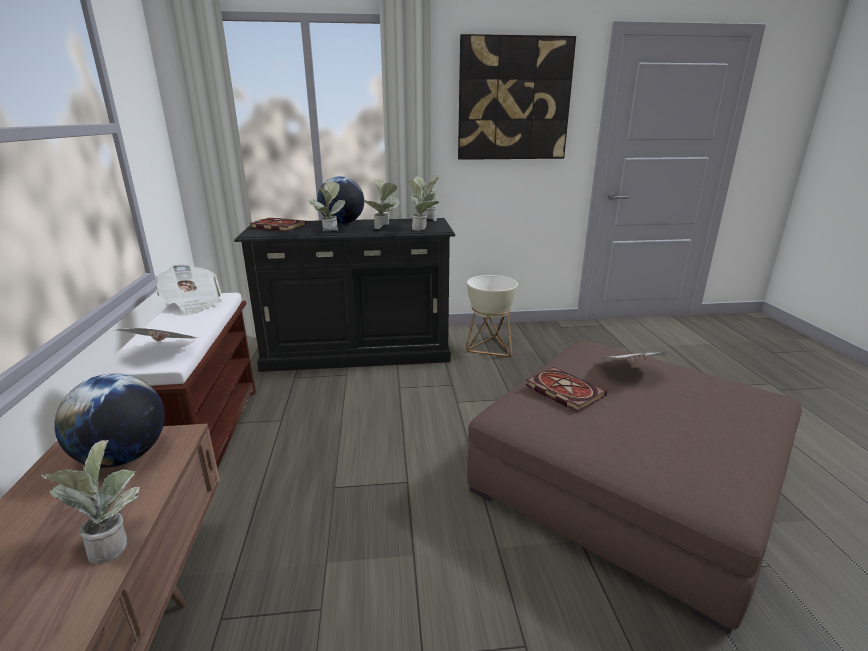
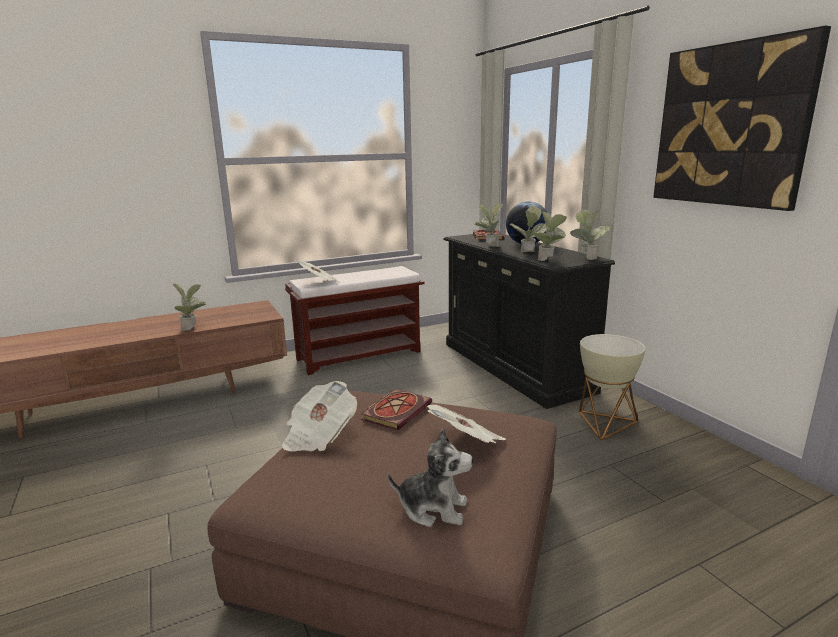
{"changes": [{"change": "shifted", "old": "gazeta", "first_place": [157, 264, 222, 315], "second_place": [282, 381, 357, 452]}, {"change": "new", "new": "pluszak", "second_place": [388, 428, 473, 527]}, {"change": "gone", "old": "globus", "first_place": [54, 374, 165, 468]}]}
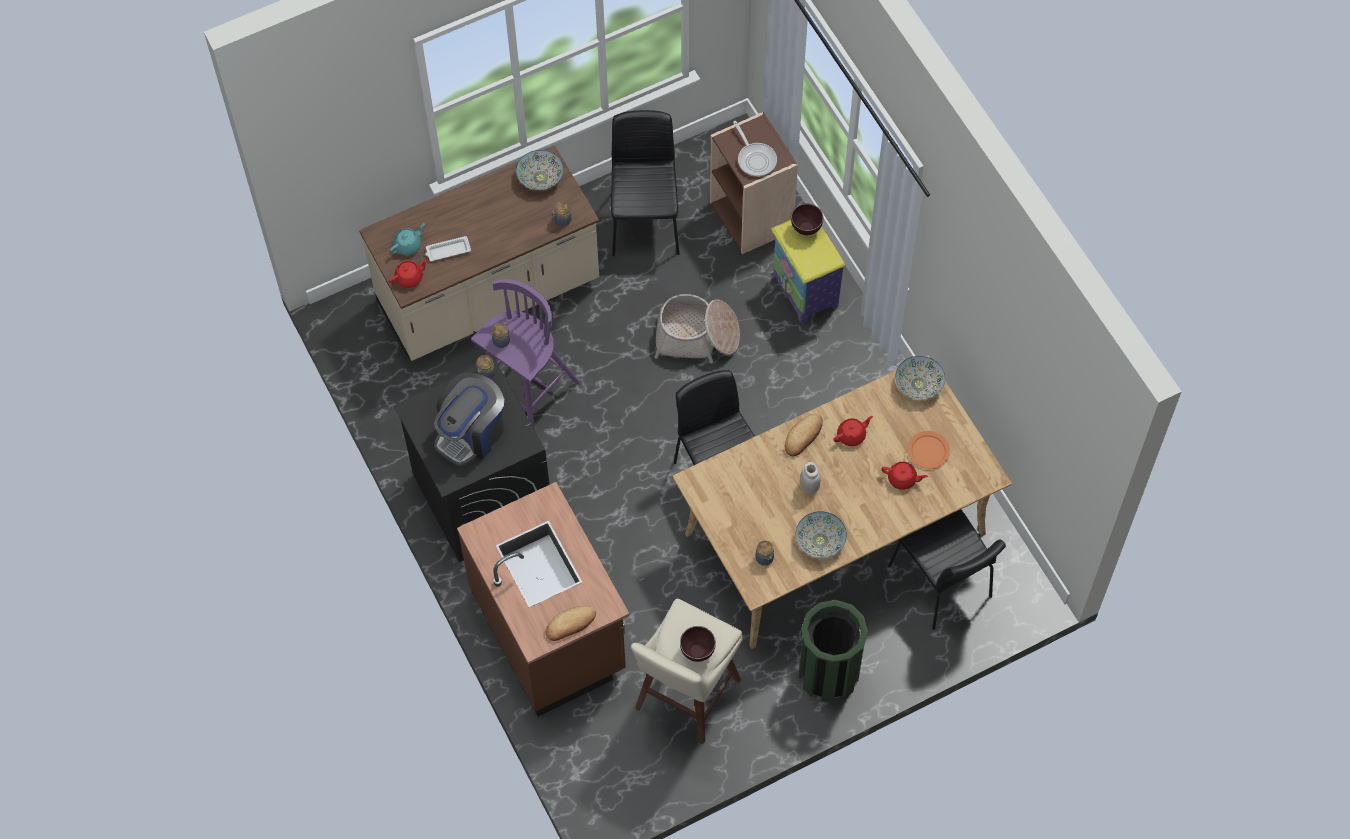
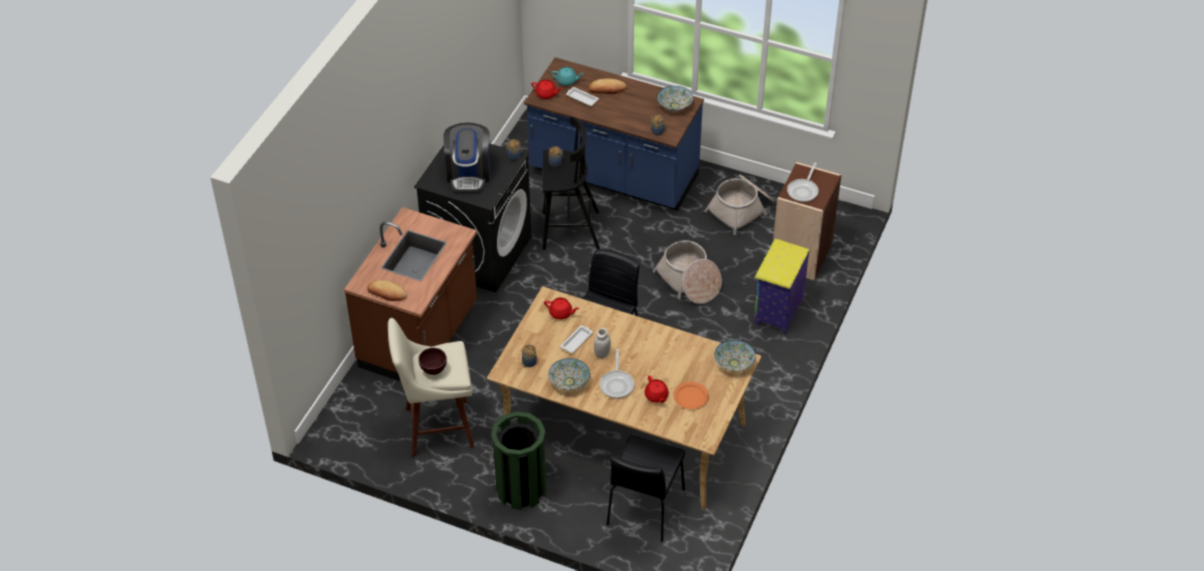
{"changes": [{"change": "rotated", "old": "ekspres do kawy", "first_place": [434, 372, 505, 466], "second_place": [443, 123, 490, 192], "degrees": -90}, {"change": "repainted", "old": "zabudowa kuchenna (beżowy)", "new": "zabudowa kuchenna (niebieski)", "first_place": [359, 146, 599, 361], "second_place": [524, 57, 704, 211]}, {"change": "repainted", "old": "stołek (fioletowy)", "new": "stołek (czarny)", "first_place": [471, 279, 580, 431], "second_place": [542, 117, 600, 250]}, {"change": "shifted", "old": "imbryk (czerwony)", "first_place": [833, 416, 873, 446], "second_place": [544, 298, 579, 319]}, {"change": "new", "new": "taca (biały)", "second_place": [560, 325, 593, 354]}, {"change": "shifted", "old": "chleb", "first_place": [785, 414, 823, 456], "second_place": [588, 79, 626, 94]}, {"change": "new", "new": "patelnia", "second_place": [600, 349, 634, 398]}, {"change": "swapped", "old": "krzesło (czarny)", "new": "koszyk", "first_place": [611, 110, 680, 257], "second_place": [704, 175, 774, 235]}, {"change": "gone", "old": "miska (brązowy)", "first_place": [791, 204, 823, 235]}]}
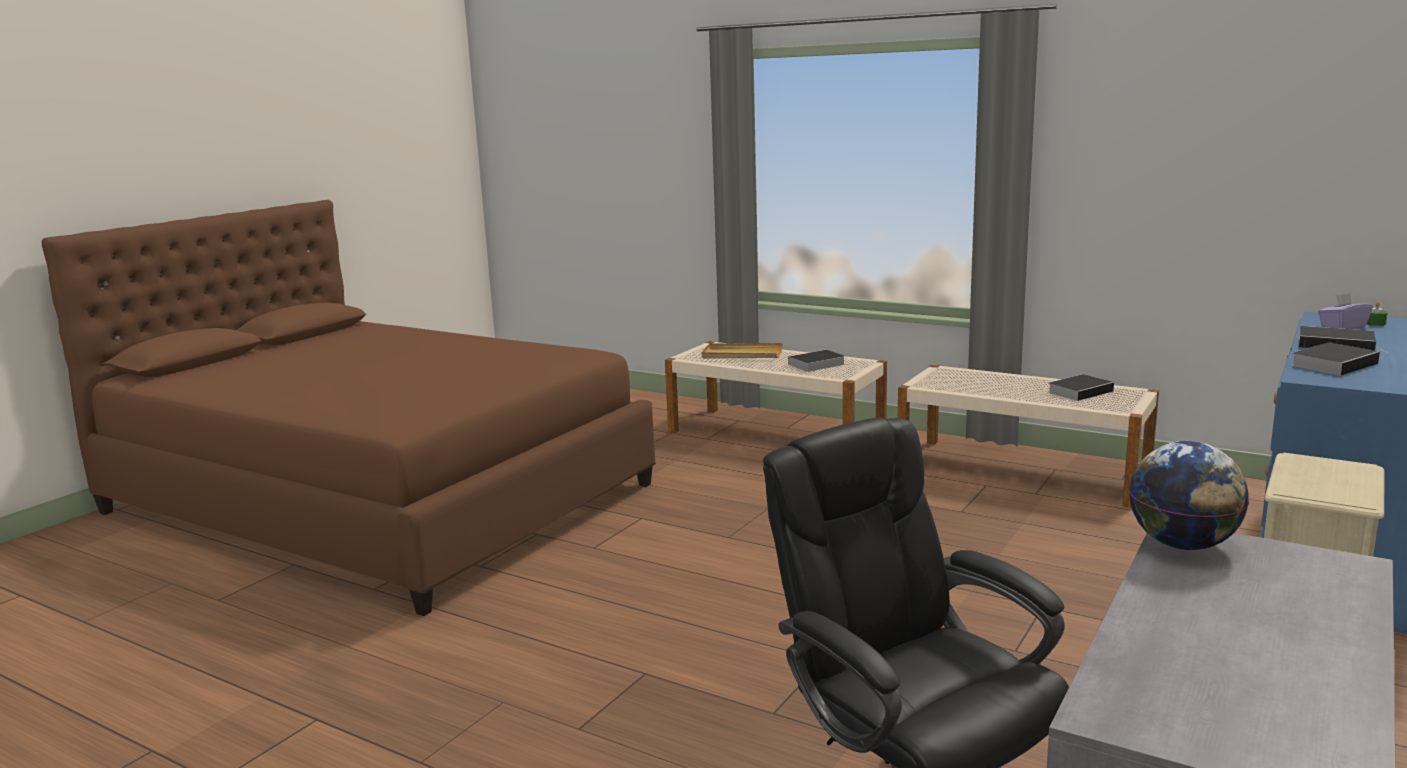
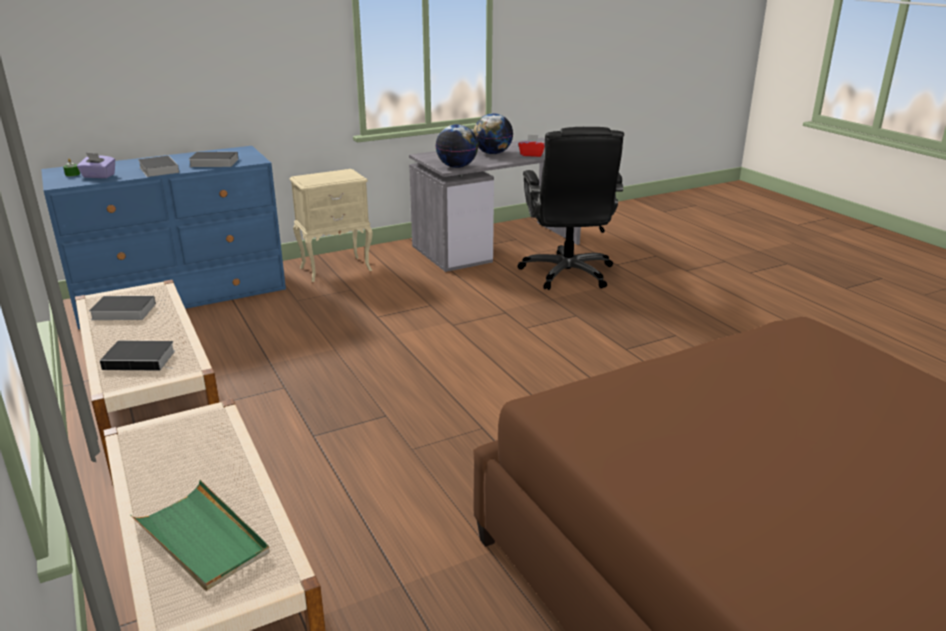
{"changes": [{"change": "shifted", "old": "książka", "first_place": [782, 350, 845, 372], "second_place": [100, 341, 175, 371]}, {"change": "repainted", "old": "taca (beżowy)", "new": "taca (zielony)", "first_place": [702, 343, 783, 359], "second_place": [130, 480, 270, 591]}, {"change": "new", "new": "globus", "second_place": [473, 113, 513, 154]}, {"change": "new", "new": "pudełko chusteczek (czerwony)", "second_place": [519, 134, 545, 157]}]}
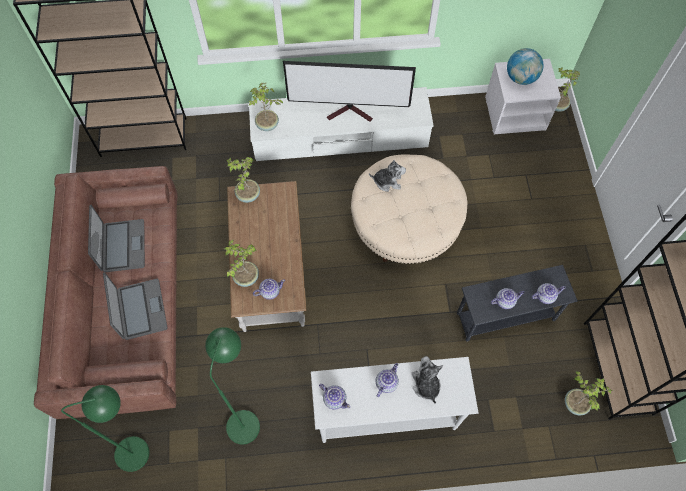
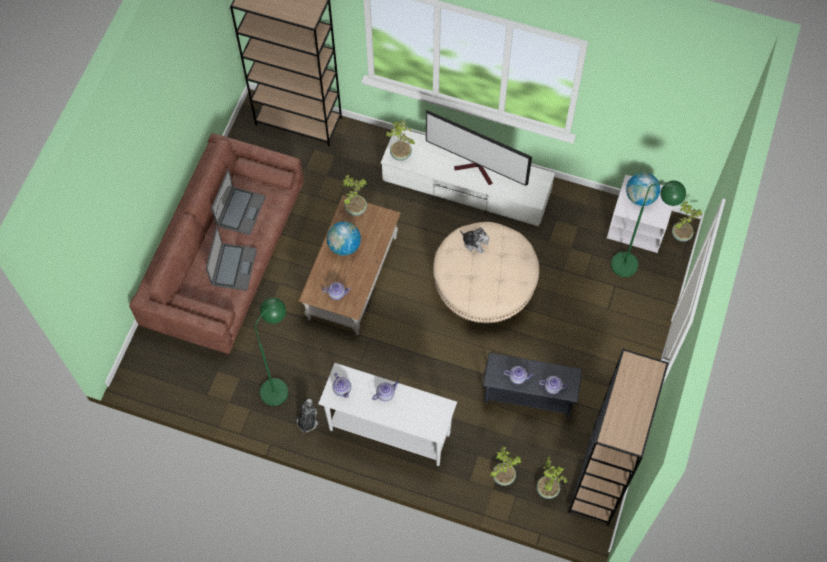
{"changes": [{"change": "shifted", "old": "pluszak", "first_place": [412, 356, 443, 404], "second_place": [297, 399, 318, 434]}, {"change": "new", "new": "globus", "second_place": [327, 221, 361, 256]}, {"change": "shifted", "old": "roślina doniczkowa", "first_place": [224, 240, 259, 287], "second_place": [490, 446, 521, 486]}, {"change": "shifted", "old": "lampa stojąca (zielony)", "first_place": [61, 385, 150, 472], "second_place": [611, 181, 686, 277]}]}
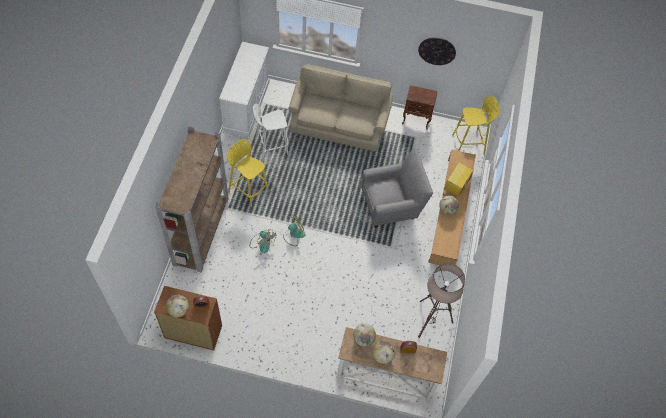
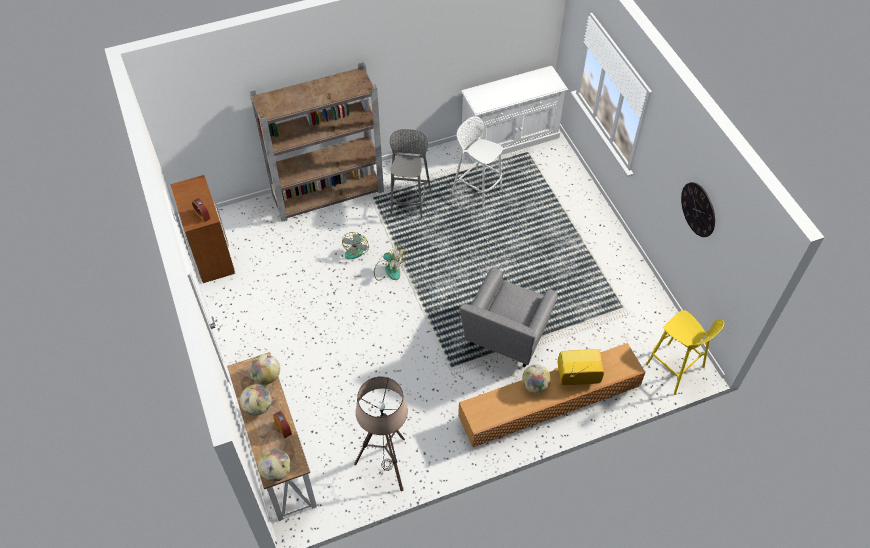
{"changes": [{"change": "shifted", "old": "globus", "first_place": [166, 295, 189, 317], "second_place": [258, 449, 291, 482]}, {"change": "repainted", "old": "stołek (żółty)", "new": "stołek (szary)", "first_place": [227, 140, 269, 207], "second_place": [390, 129, 432, 218]}, {"change": "rotated", "old": "fotel (szary)", "first_place": [361, 148, 433, 228], "second_place": [459, 268, 558, 367], "degrees": 75}, {"change": "gone", "old": "kanapa (beżowy)", "first_place": [288, 64, 392, 152]}, {"change": "gone", "old": "szafka nocna (brązowy)", "first_place": [402, 85, 438, 130]}]}
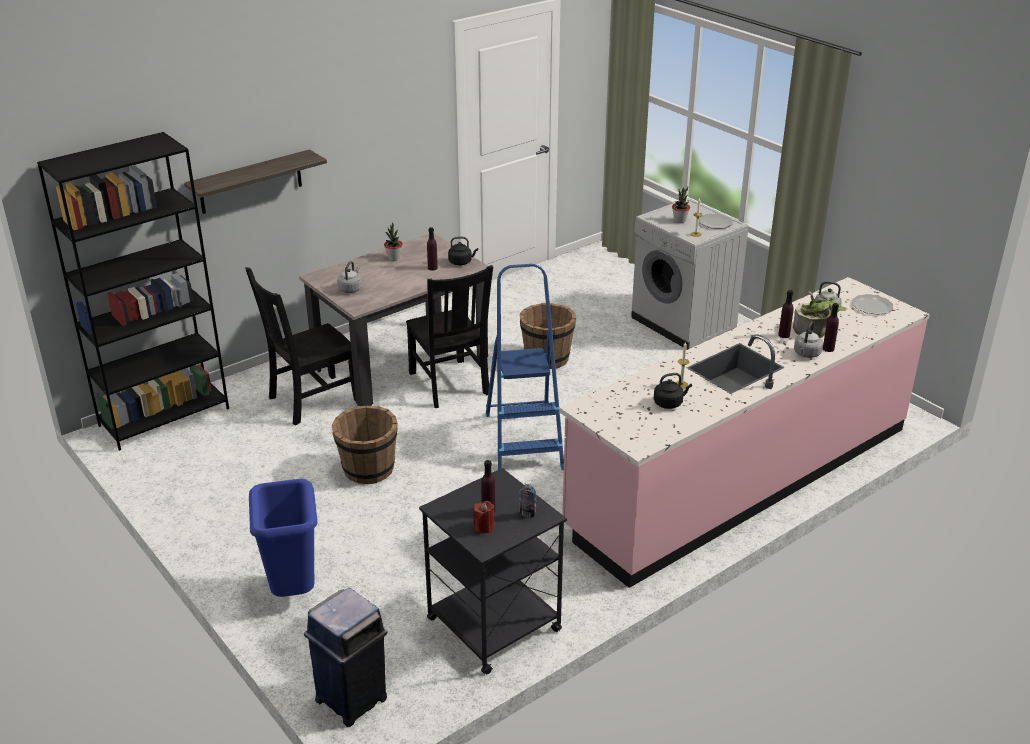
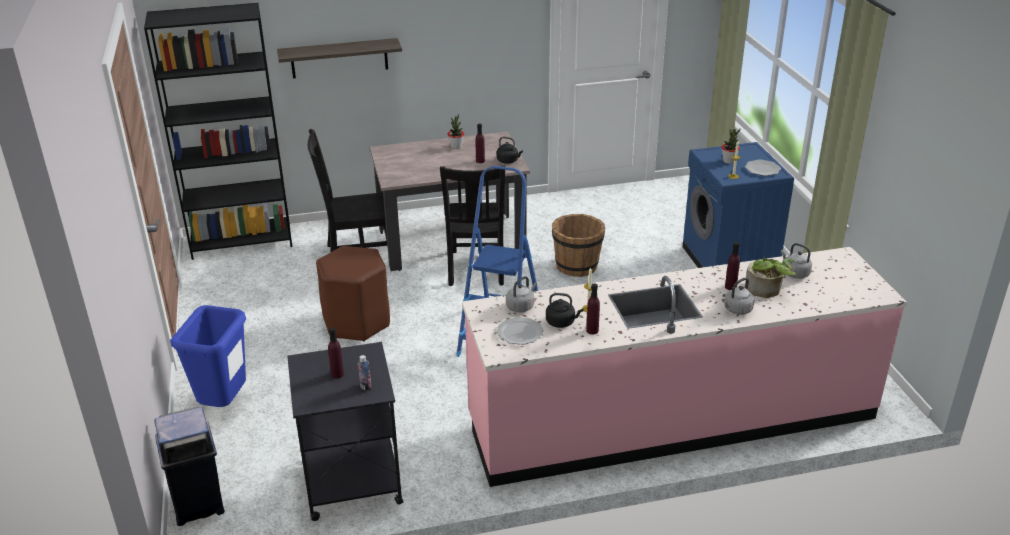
{"changes": [{"change": "swapped", "old": "wiadro (brązowy)", "new": "stołek (brązowy)", "first_place": [332, 405, 398, 485], "second_place": [316, 246, 390, 342]}, {"change": "shifted", "old": "talerz", "first_place": [852, 294, 893, 315], "second_place": [497, 317, 543, 345]}, {"change": "shifted", "old": "czajnik (szary)", "first_place": [337, 261, 362, 293], "second_place": [506, 276, 537, 313]}, {"change": "shifted", "old": "butelka (fioletowy)", "first_place": [823, 303, 839, 352], "second_place": [586, 284, 600, 335]}, {"change": "repainted", "old": "pralka (biały)", "new": "pralka (niebieski)", "first_place": [631, 198, 748, 350], "second_place": [682, 142, 794, 268]}, {"change": "gone", "old": "świeca (czerwony)", "first_place": [473, 501, 495, 534]}]}
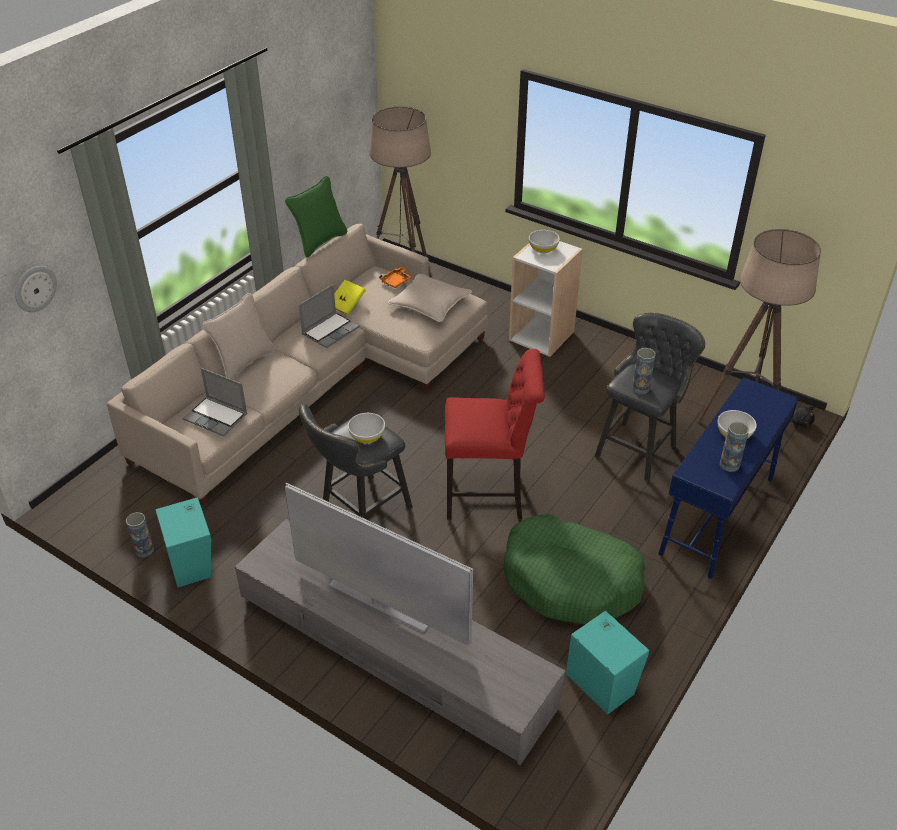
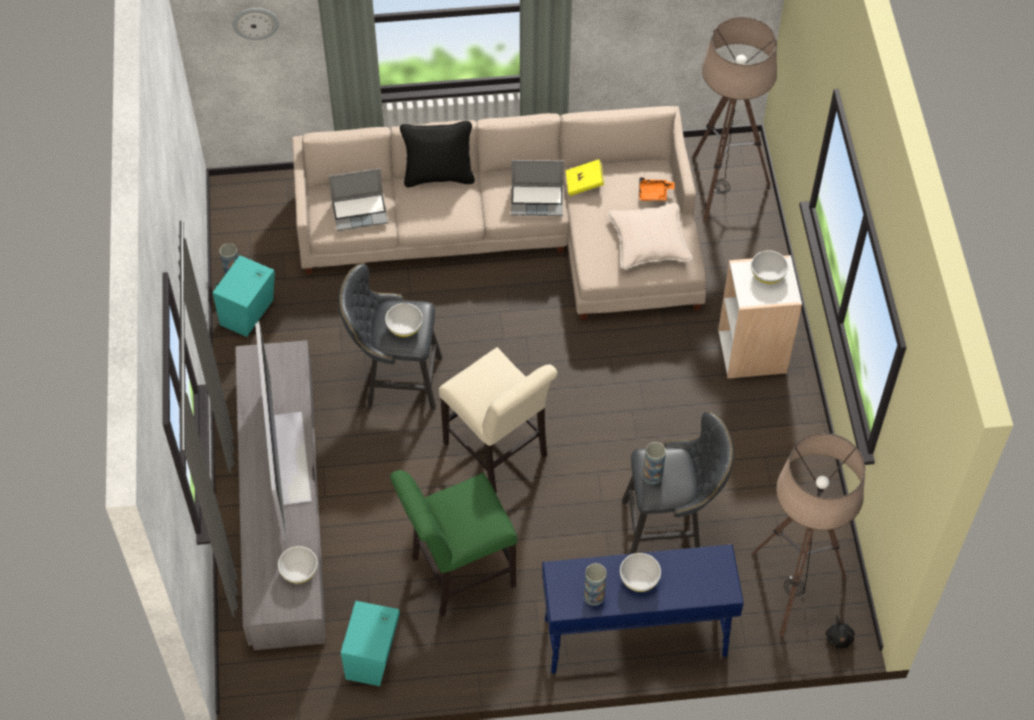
{"changes": [{"change": "new", "new": "miska (biały)", "second_place": [278, 546, 317, 583]}, {"change": "rotated", "old": "laptop", "first_place": [183, 368, 248, 436], "second_place": [328, 168, 388, 231], "degrees": -90}, {"change": "swapped", "old": "legowisko (zielony)", "new": "stołek (zielony)", "first_place": [504, 514, 645, 624], "second_place": [390, 470, 517, 617]}, {"change": "repainted", "old": "poduszka (beżowy)", "new": "poduszka (czarny)", "first_place": [202, 293, 275, 380], "second_place": [400, 121, 475, 187]}, {"change": "repainted", "old": "stołek (czerwony)", "new": "stołek (beżowy)", "first_place": [445, 349, 545, 520], "second_place": [439, 347, 558, 493]}, {"change": "gone", "old": "poduszka (zielony)", "first_place": [285, 176, 347, 257]}]}
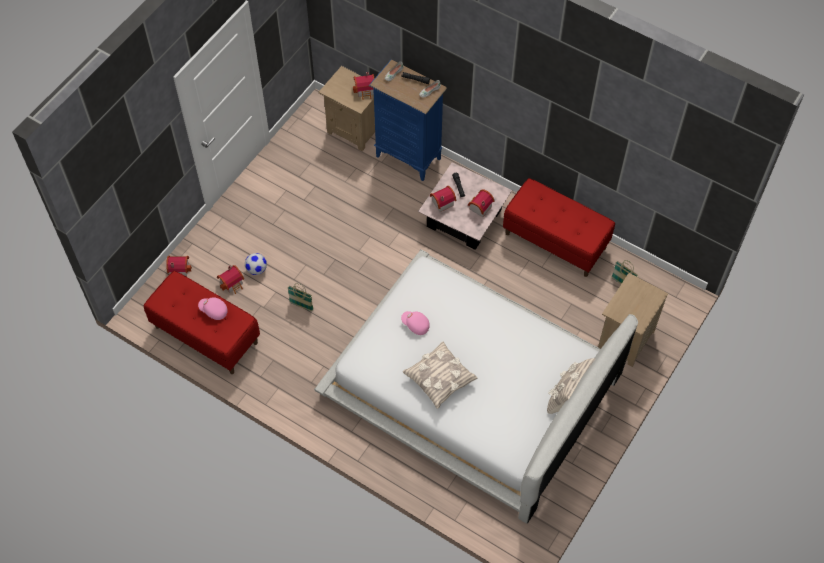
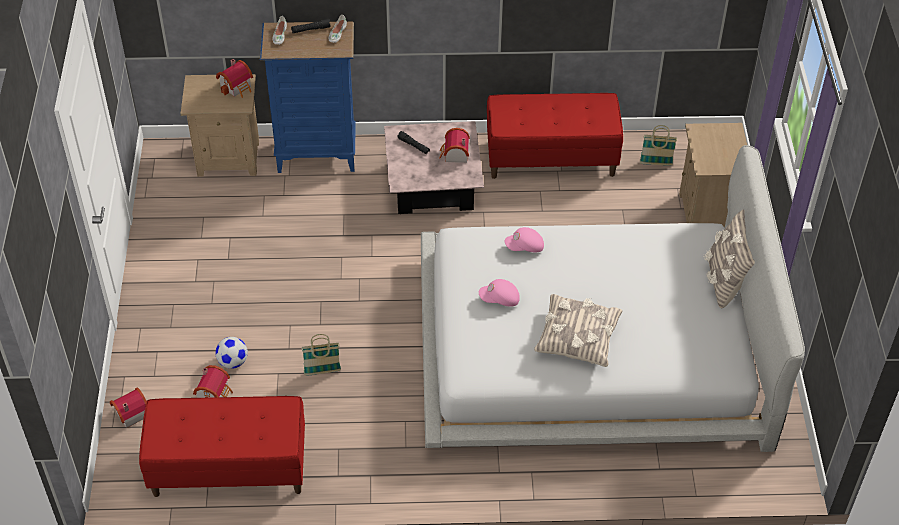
{"changes": [{"change": "shifted", "old": "czapka z daszkiem (różowy)", "first_place": [198, 297, 228, 320], "second_place": [505, 227, 544, 252]}, {"change": "gone", "old": "domek", "first_place": [430, 186, 456, 212]}]}
